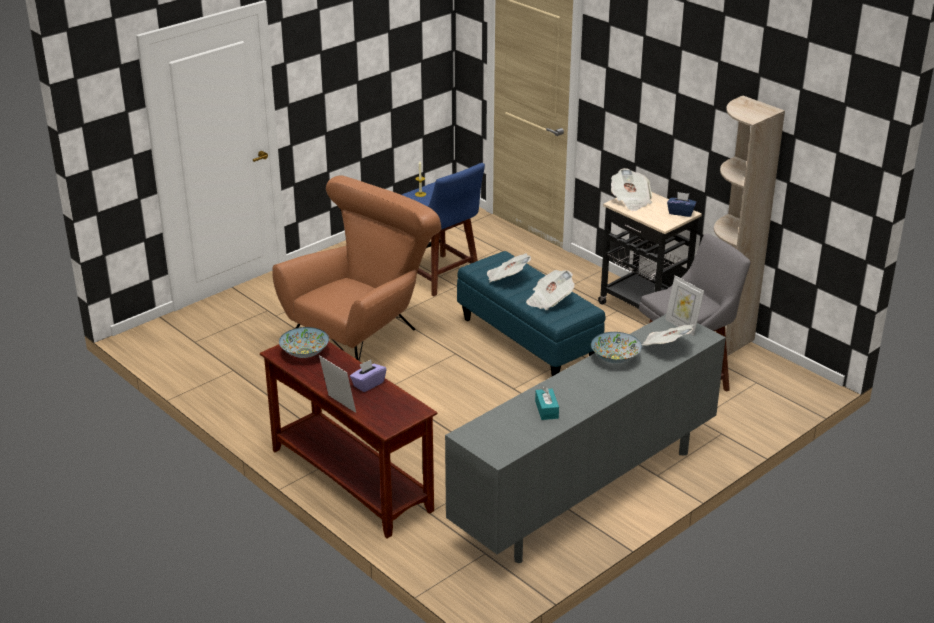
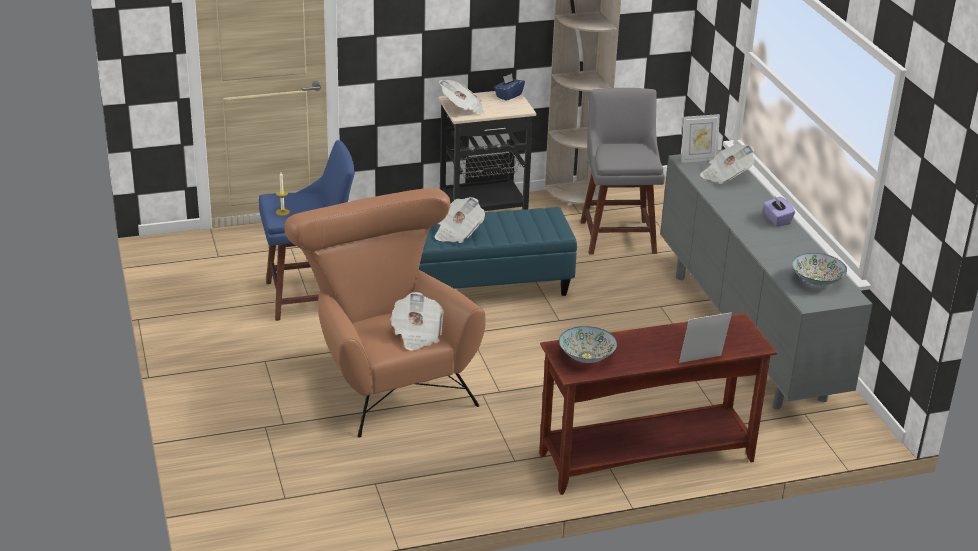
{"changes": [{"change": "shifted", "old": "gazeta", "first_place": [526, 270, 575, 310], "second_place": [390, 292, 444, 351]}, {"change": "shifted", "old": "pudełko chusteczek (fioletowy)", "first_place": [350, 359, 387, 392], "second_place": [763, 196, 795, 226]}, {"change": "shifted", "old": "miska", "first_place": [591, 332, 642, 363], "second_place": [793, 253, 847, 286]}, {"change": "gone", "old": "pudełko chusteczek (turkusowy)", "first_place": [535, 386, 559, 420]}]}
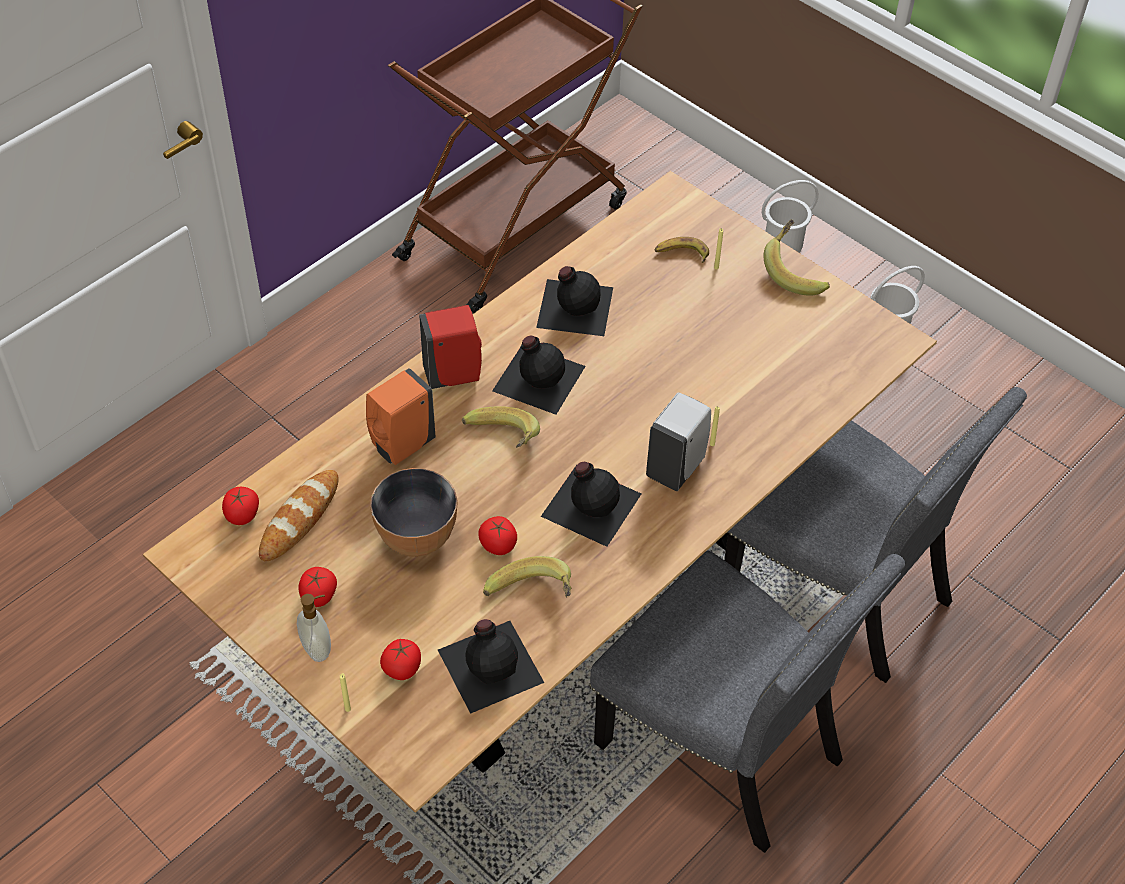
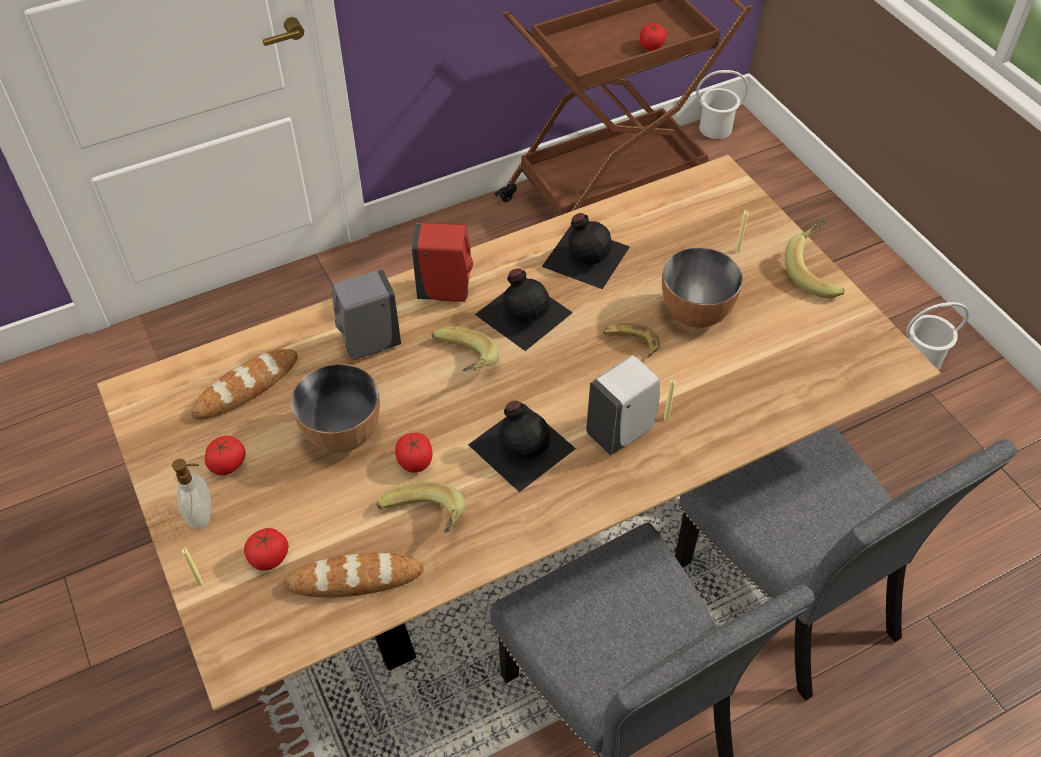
{"changes": [{"change": "swapped", "old": "butelka (czarny)", "new": "chleb", "first_place": [438, 619, 544, 714], "second_place": [284, 552, 424, 598]}, {"change": "repainted", "old": "dozownik mydła (pomarańczowy)", "new": "dozownik mydła (szary)", "first_place": [366, 368, 435, 465], "second_place": [332, 270, 401, 360]}, {"change": "shifted", "old": "banan", "first_place": [655, 237, 709, 263], "second_place": [603, 323, 660, 357]}, {"change": "shifted", "old": "pomidor", "first_place": [222, 487, 259, 525], "second_place": [640, 23, 667, 51]}, {"change": "new", "new": "miska", "second_place": [662, 247, 743, 328]}, {"change": "shifted", "old": "wiadro (biały)", "first_place": [762, 180, 819, 252], "second_place": [696, 70, 748, 139]}]}
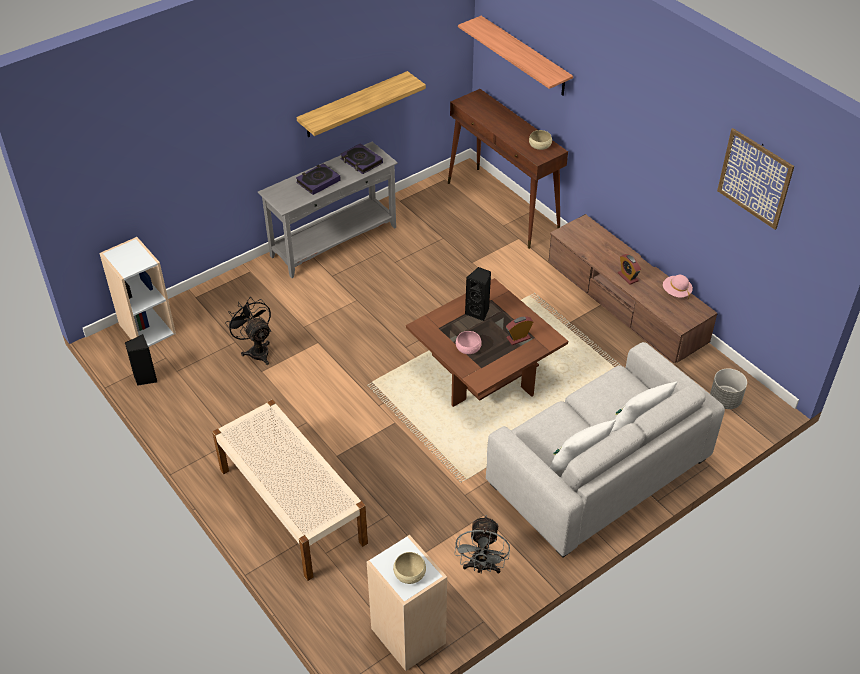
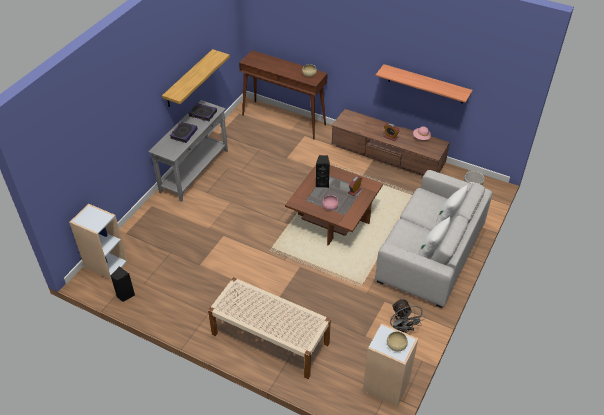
{"changes": [{"change": "shifted", "old": "półka", "first_place": [458, 16, 573, 96], "second_place": [376, 64, 473, 104]}, {"change": "gone", "old": "wentylator (czarny)", "first_place": [225, 298, 271, 365]}, {"change": "gone", "old": "obraz", "first_place": [717, 128, 794, 230]}]}
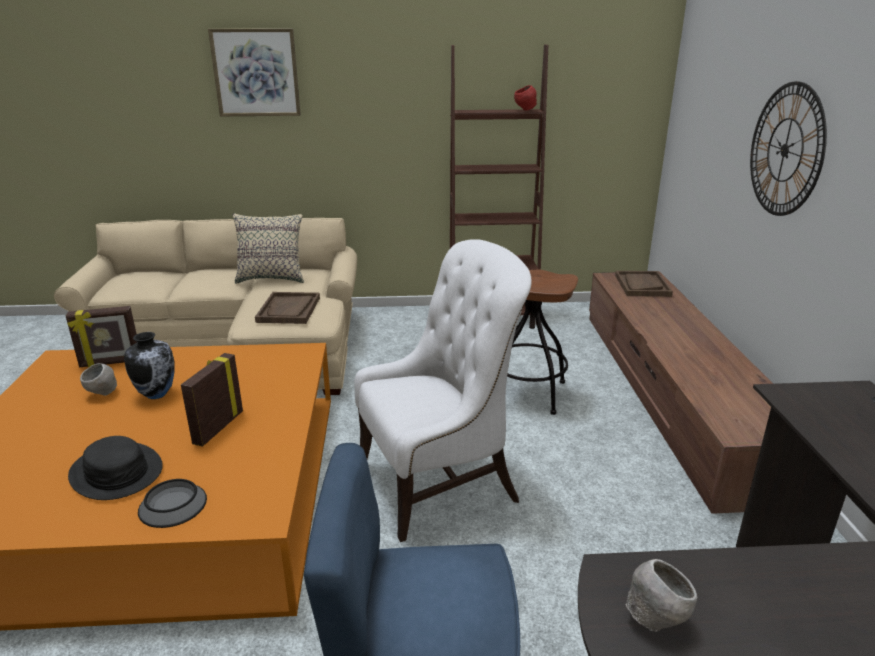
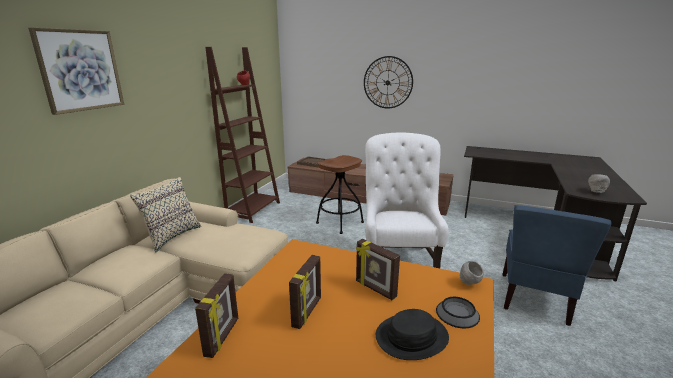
{"changes": [{"change": "swapped", "old": "wazon", "new": "ramka na zdjęcie", "first_place": [124, 332, 175, 399], "second_place": [289, 255, 321, 329]}, {"change": "shifted", "old": "miska (szary)", "first_place": [80, 363, 117, 396], "second_place": [459, 261, 484, 285]}, {"change": "gone", "old": "taca (brązowy)", "first_place": [255, 292, 320, 324]}]}
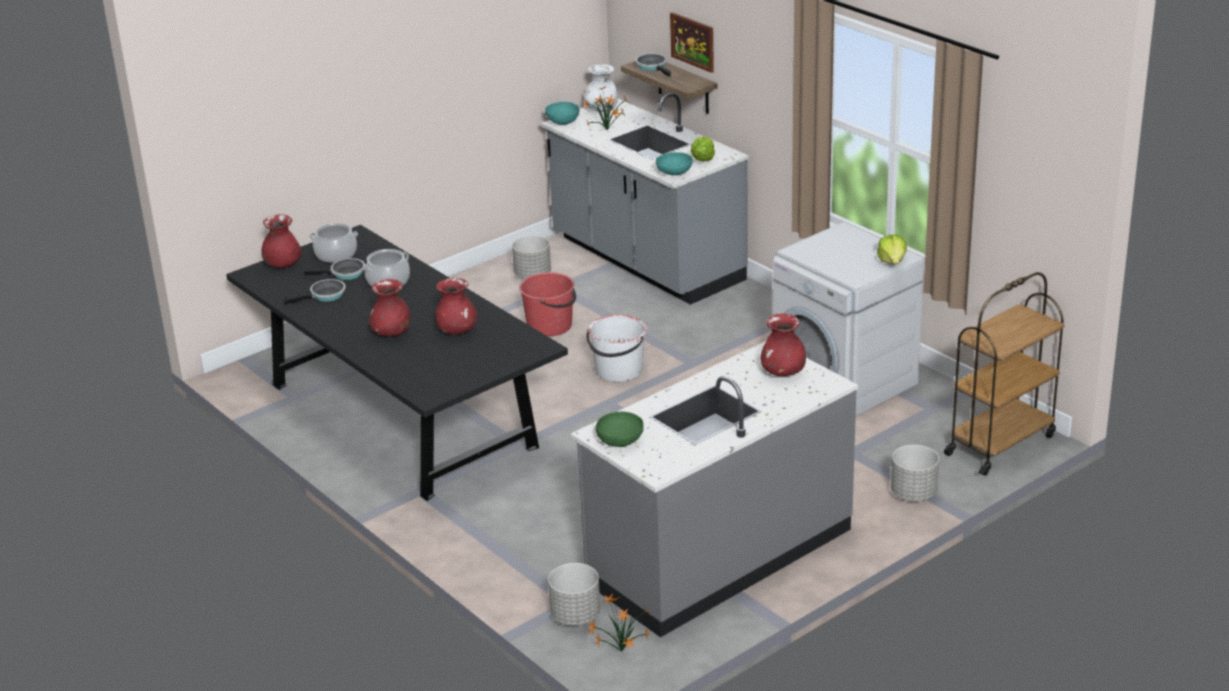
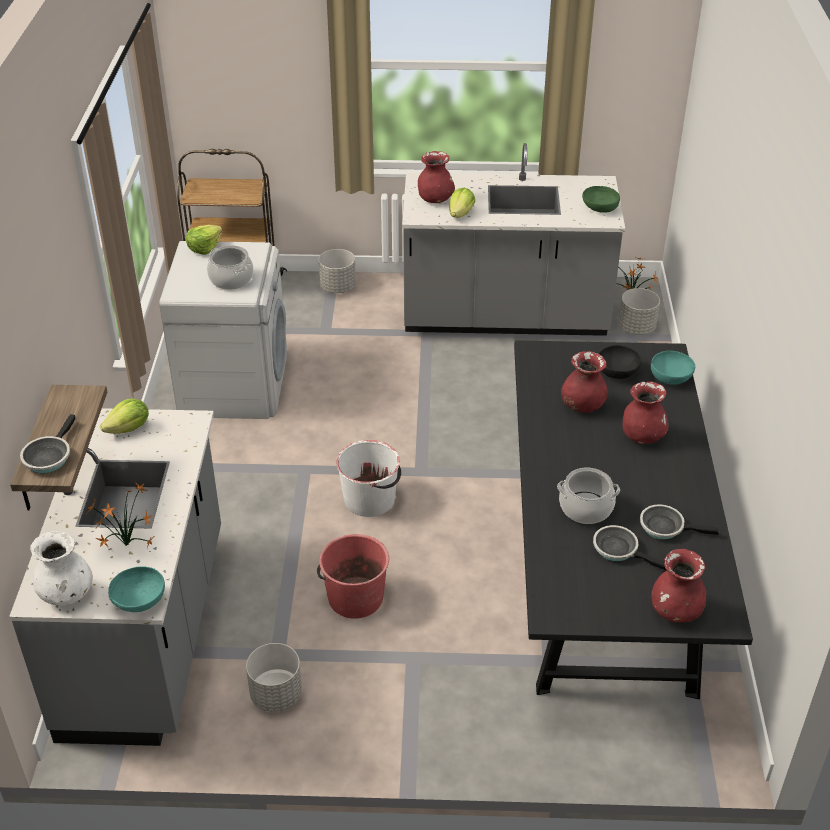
{"changes": [{"change": "shifted", "old": "garnek", "first_place": [309, 223, 358, 263], "second_place": [207, 245, 254, 290]}, {"change": "new", "new": "sałata", "second_place": [449, 188, 475, 218]}, {"change": "new", "new": "miska (czarny)", "second_place": [599, 345, 642, 379]}, {"change": "shifted", "old": "miska (turkusowy)", "first_place": [656, 152, 693, 175], "second_place": [651, 351, 695, 385]}, {"change": "gone", "old": "obraz", "first_place": [670, 12, 714, 73]}]}
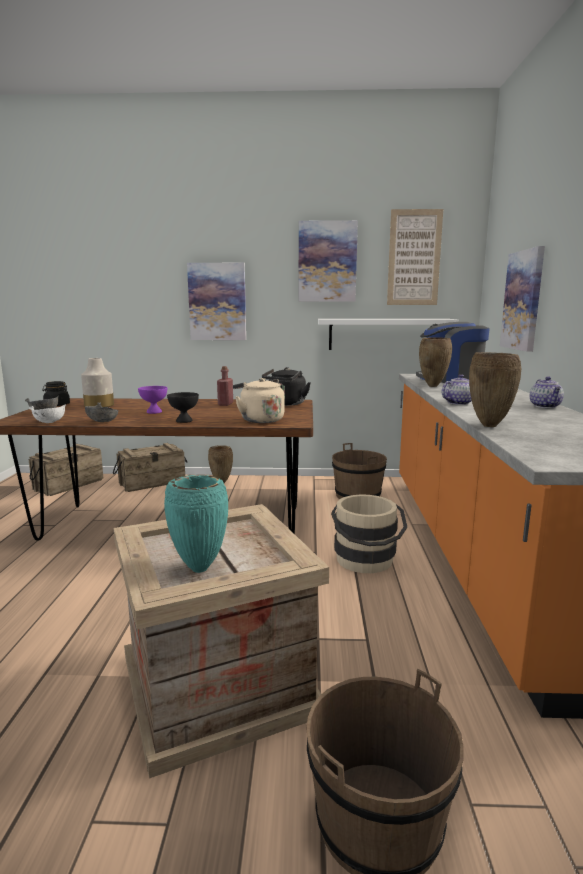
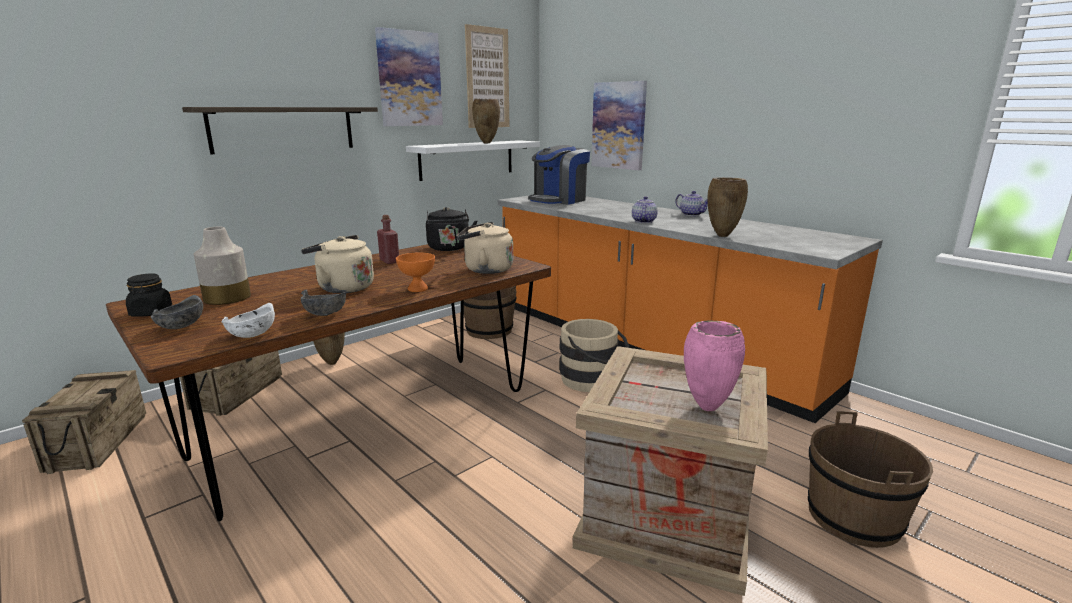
{"changes": [{"change": "swapped", "old": "obraz", "new": "półka", "first_place": [187, 263, 246, 340], "second_place": [182, 107, 378, 154]}, {"change": "swapped", "old": "miska (fioletowy)", "new": "czajnik (beżowy)", "first_place": [138, 386, 167, 414], "second_place": [301, 235, 374, 293]}, {"change": "repainted", "old": "miska (czarny)", "new": "miska (pomarańczowy)", "first_place": [167, 392, 199, 423], "second_place": [396, 253, 435, 292]}, {"change": "shifted", "old": "wazon (brązowy)", "first_place": [419, 337, 452, 387], "second_place": [472, 99, 500, 143]}, {"change": "repainted", "old": "wazon (turkusowy)", "new": "wazon (różowy)", "first_place": [164, 475, 228, 573], "second_place": [684, 320, 745, 411]}]}
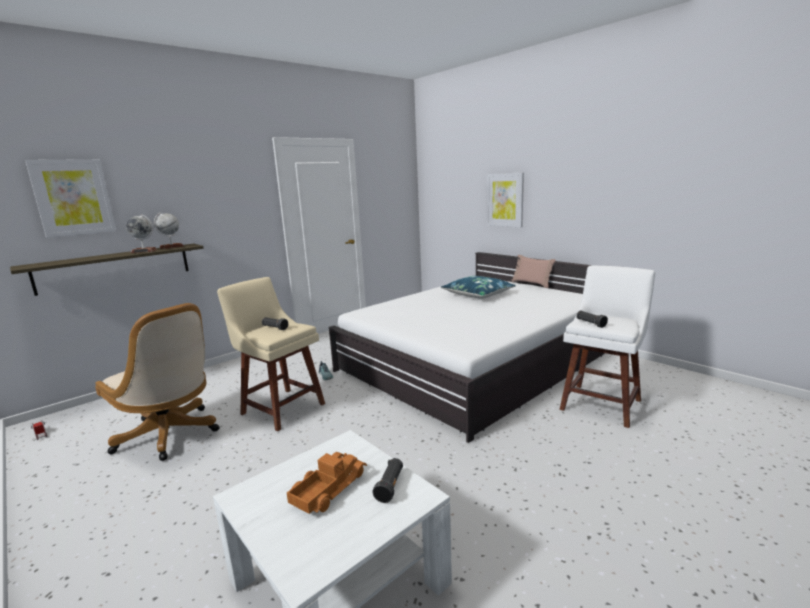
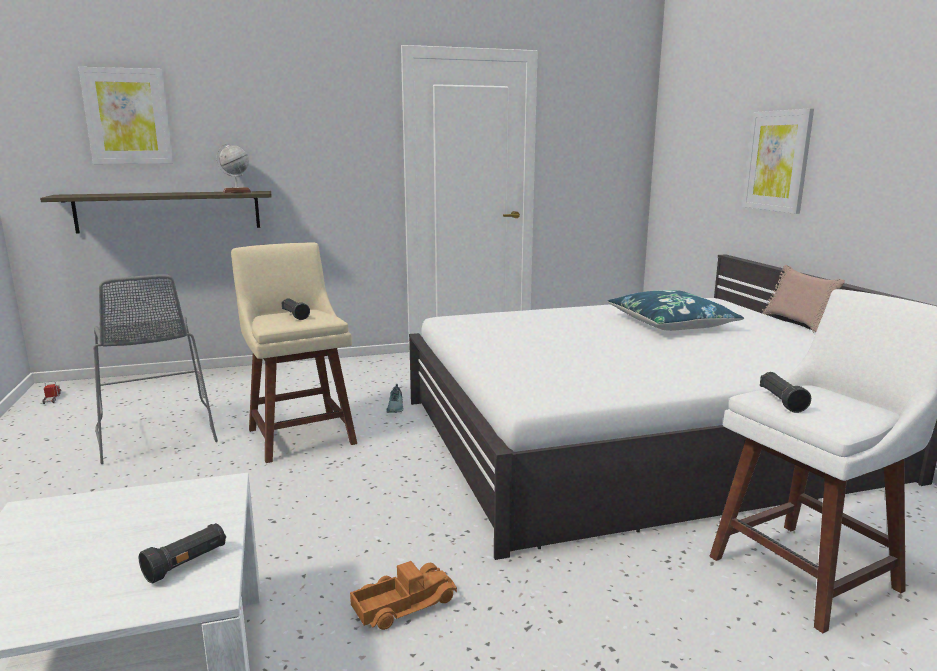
{"changes": [{"change": "swapped", "old": "krzesło biurowe", "new": "stołek (szary)", "first_place": [95, 303, 219, 461], "second_place": [93, 274, 218, 464]}, {"change": "shifted", "old": "ciężarówka zabawkowa", "first_place": [287, 452, 367, 514], "second_place": [350, 561, 457, 630]}, {"change": "gone", "old": "globus", "first_place": [126, 214, 157, 253]}]}
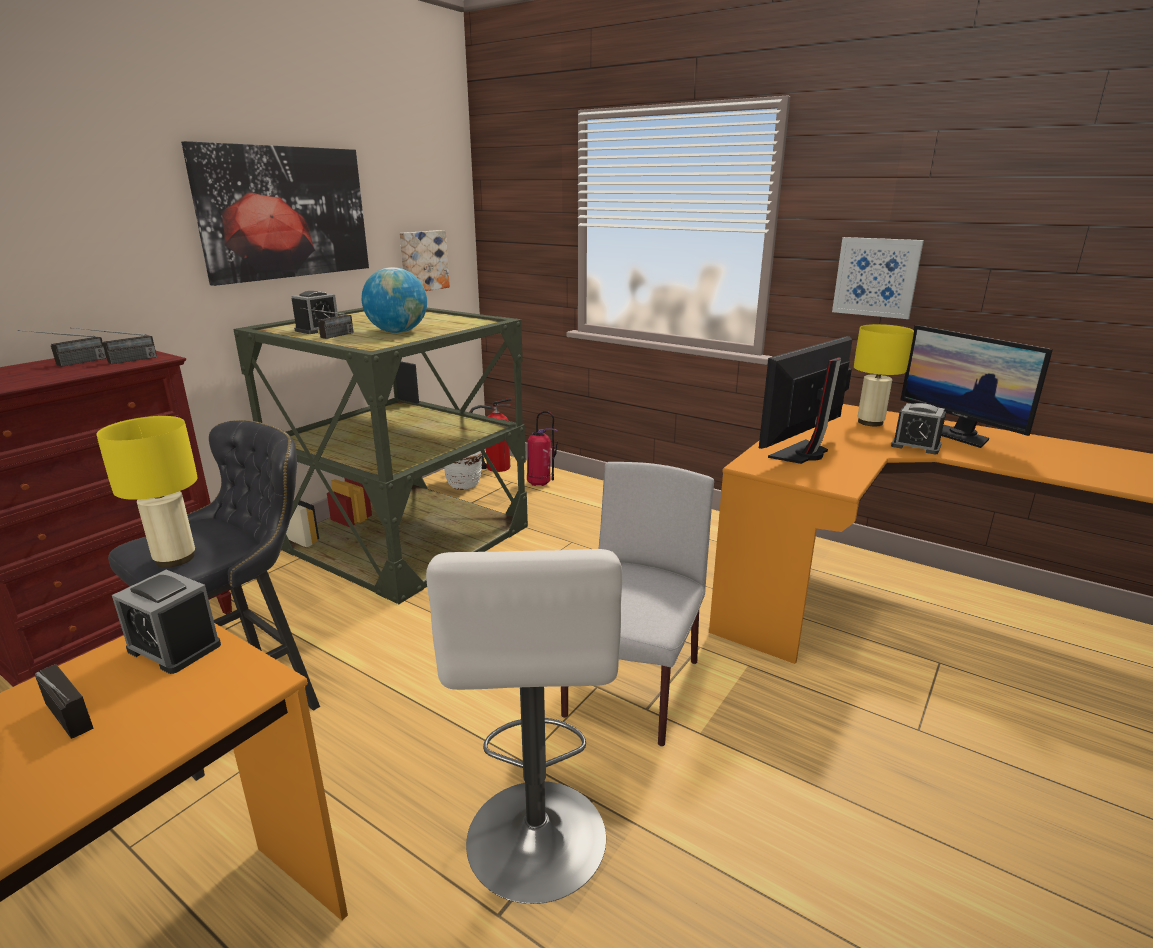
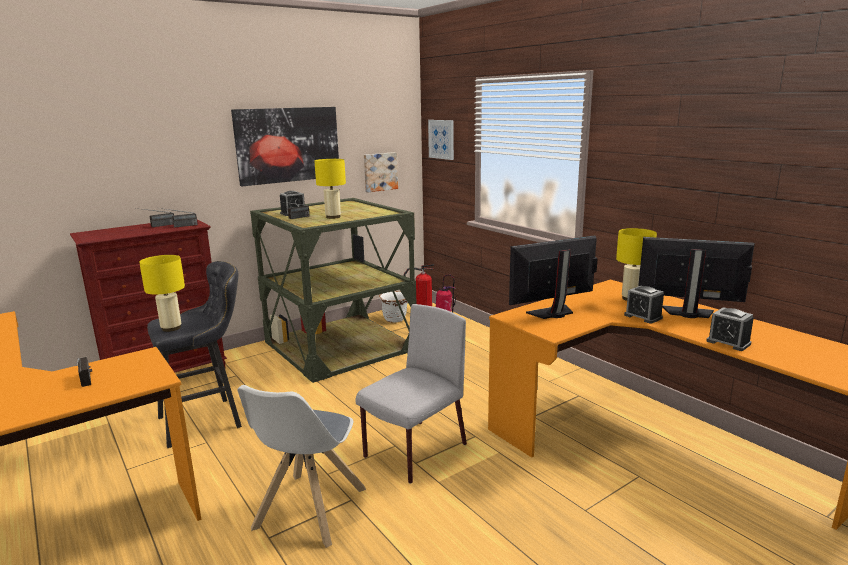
{"changes": [{"change": "swapped", "old": "stołek (biały)", "new": "krzesło", "first_place": [426, 549, 622, 904], "second_place": [237, 385, 366, 548]}, {"change": "swapped", "old": "globus", "new": "lampa stołowa (żółty)", "first_place": [361, 267, 427, 333], "second_place": [315, 159, 346, 219]}, {"change": "shifted", "old": "obraz", "first_place": [832, 237, 924, 319], "second_place": [428, 120, 454, 160]}, {"change": "rotated", "old": "monitor", "first_place": [900, 325, 1053, 448], "second_place": [638, 237, 755, 318], "degrees": 120}, {"change": "shifted", "old": "budzik", "first_place": [112, 570, 221, 674], "second_place": [706, 307, 754, 351]}]}
